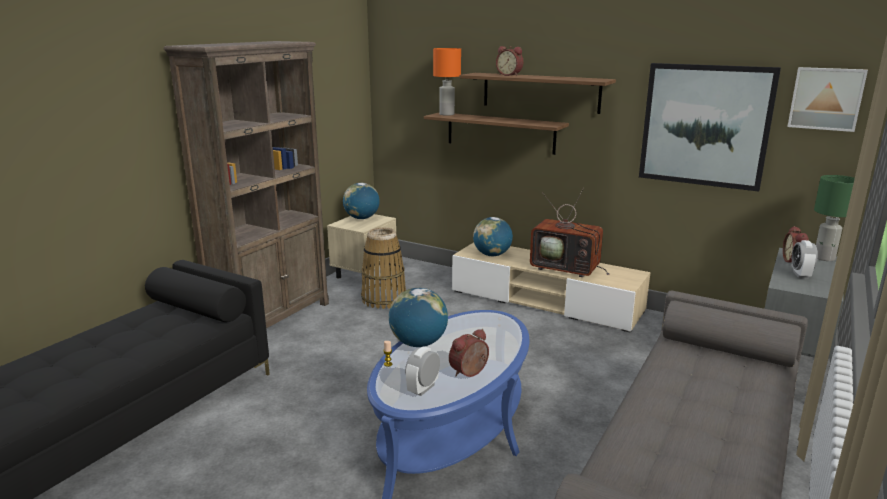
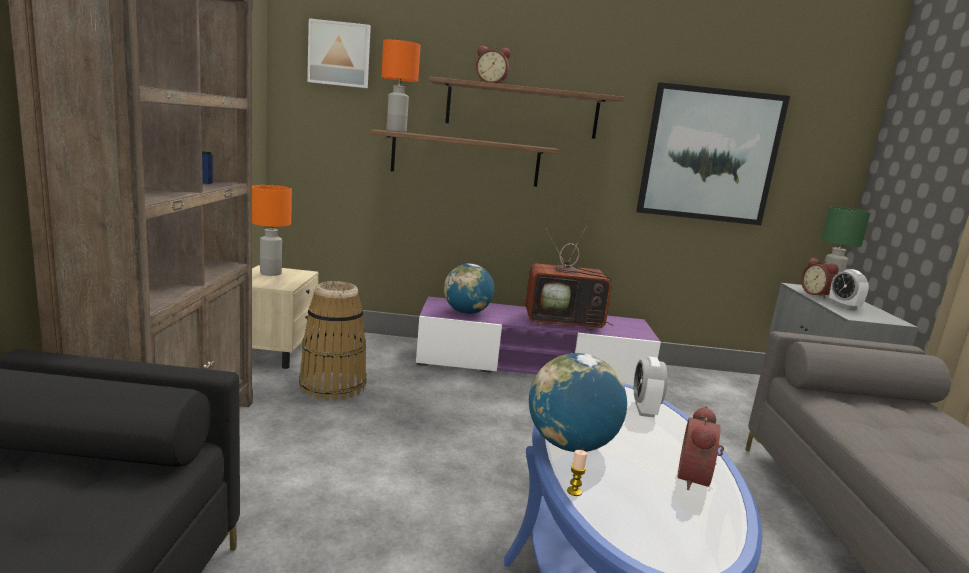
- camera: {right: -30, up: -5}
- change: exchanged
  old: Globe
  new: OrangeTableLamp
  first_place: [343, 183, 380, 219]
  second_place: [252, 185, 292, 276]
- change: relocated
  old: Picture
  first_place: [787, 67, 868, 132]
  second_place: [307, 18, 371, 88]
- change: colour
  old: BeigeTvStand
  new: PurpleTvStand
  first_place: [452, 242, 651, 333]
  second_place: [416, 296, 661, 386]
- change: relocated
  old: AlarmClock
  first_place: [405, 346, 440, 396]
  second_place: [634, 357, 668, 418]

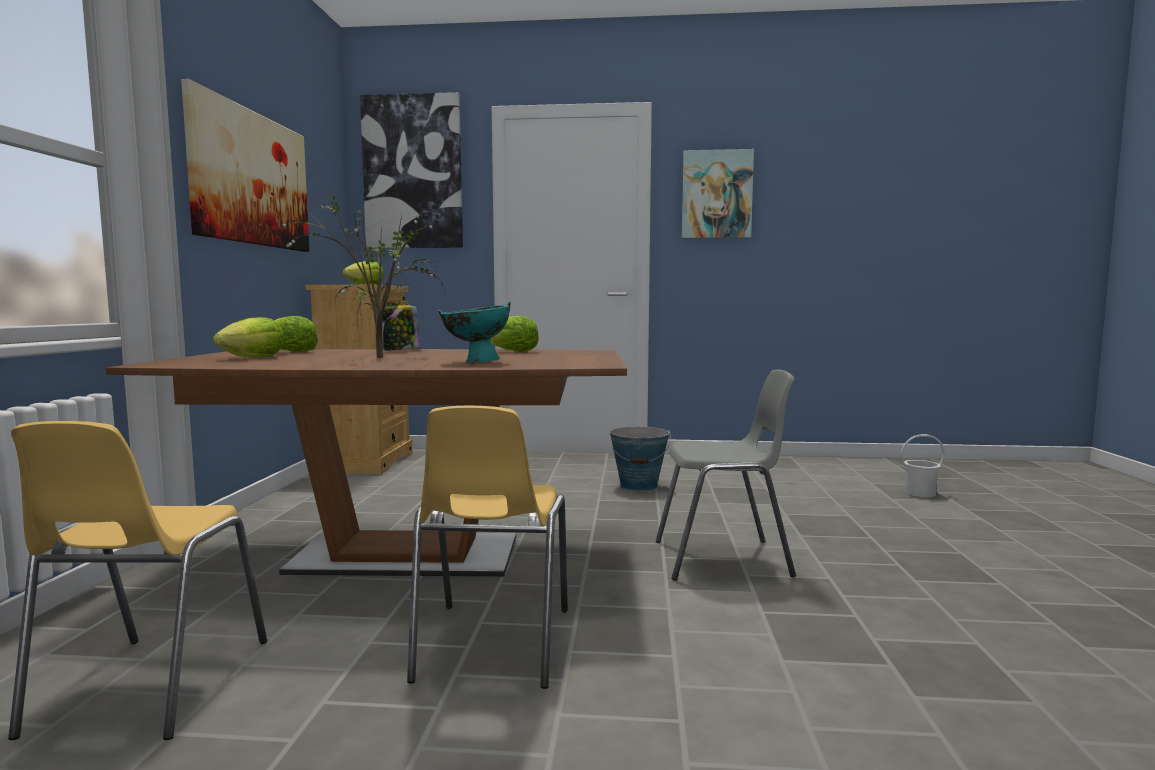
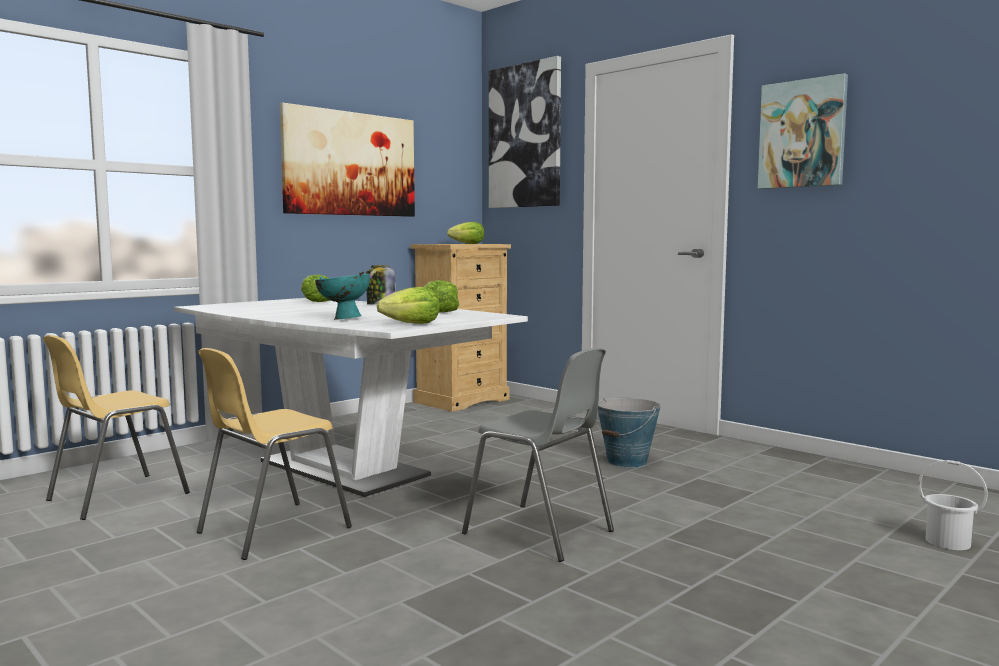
- camera: {right: 40, up: 0}
- change: colour
  old: BrownDiningTable
  new: WhiteDiningTable
  first_place: [106, 349, 627, 576]
  second_place: [174, 298, 528, 497]
- change: relocated
  old: Lettuce
  first_place: [213, 317, 284, 357]
  second_place: [377, 287, 440, 324]
- change: missing
  old: PottedPlant
  first_place: [279, 189, 446, 358]

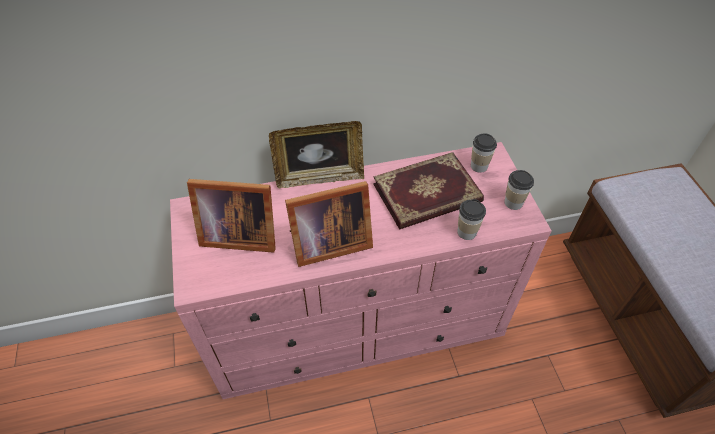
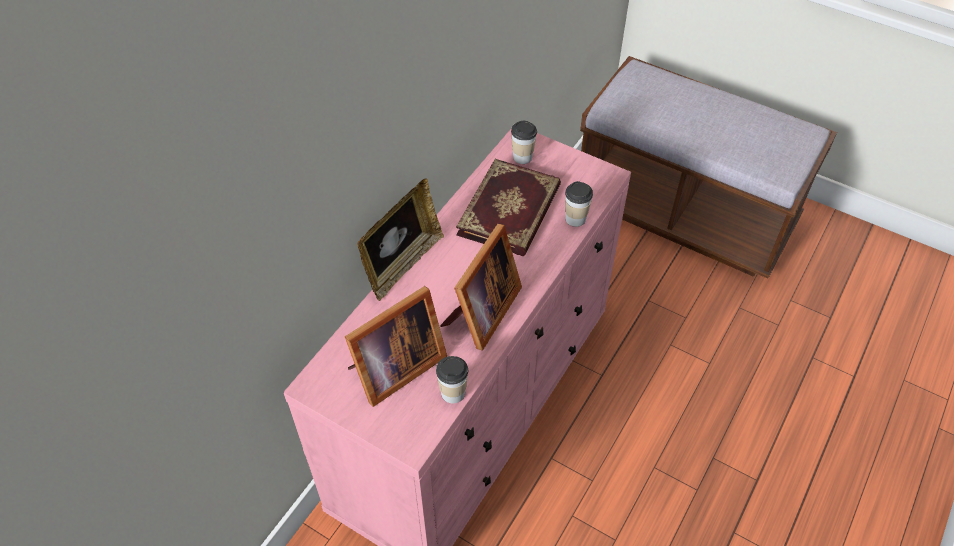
- camera: {right: -45, up: 0}
- change: relocated
  old: Cup
  first_place: [504, 170, 534, 210]
  second_place: [436, 356, 468, 403]

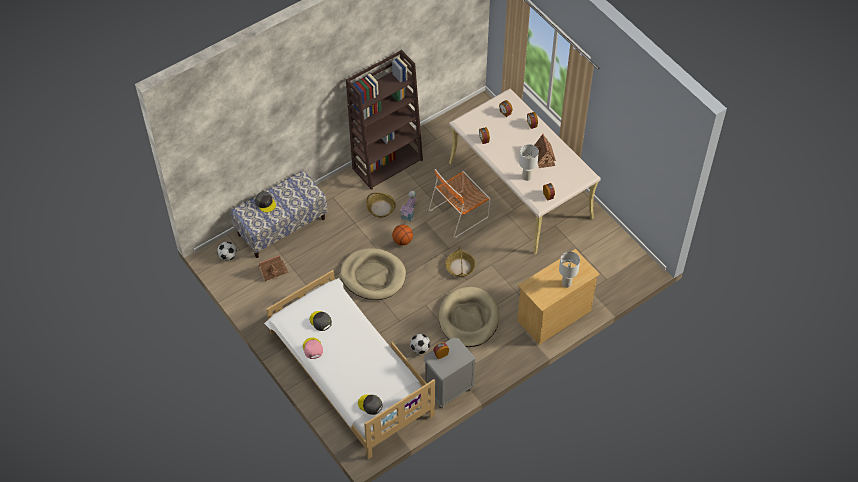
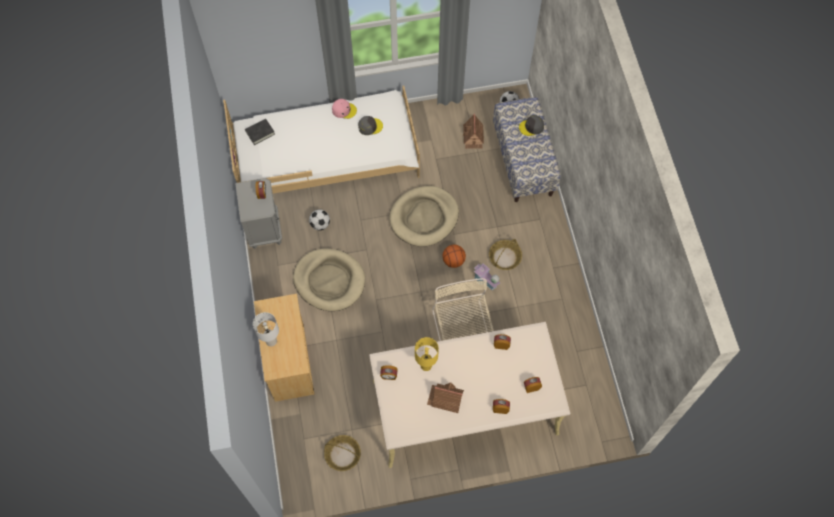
- camera: {right: 115, up: 10}
- change: exchanged
  old: GreyCap
  new: BlackBook
  first_place: [358, 395, 383, 415]
  second_place: [245, 119, 275, 145]
- change: relocated
  old: Basket
  first_place: [445, 246, 476, 277]
  second_place: [324, 435, 361, 471]
- change: colour
  old: WhiteTableLamp
  new: YellowTableLamp
  first_place: [519, 144, 539, 181]
  second_place: [415, 337, 439, 371]
- change: colour
  old: OrangeChair
  new: BeigeChair
  first_place: [428, 169, 491, 238]
  second_place: [432, 278, 494, 341]
- change: missing
  old: BrownBookcase
  first_place: [346, 50, 423, 190]

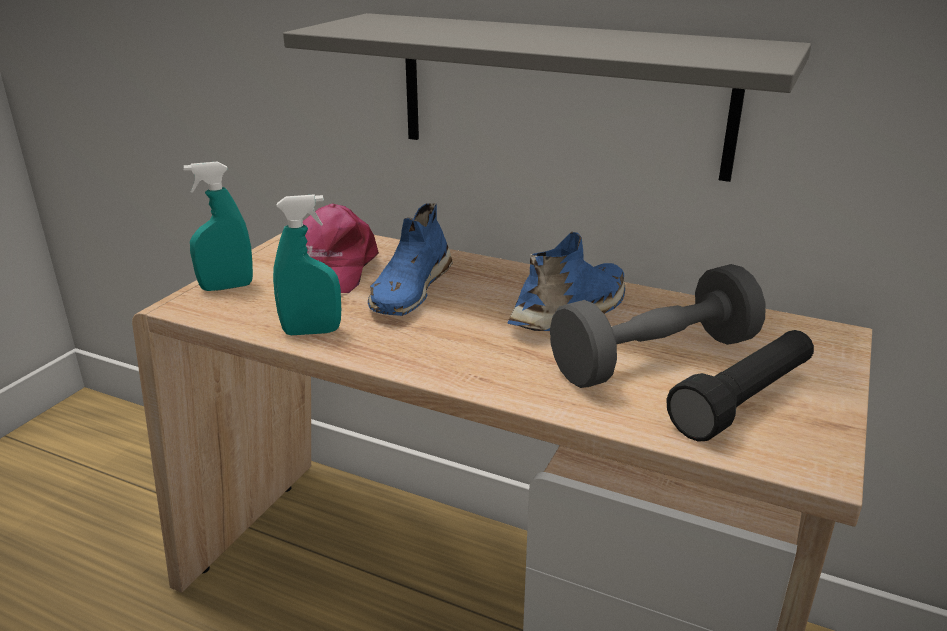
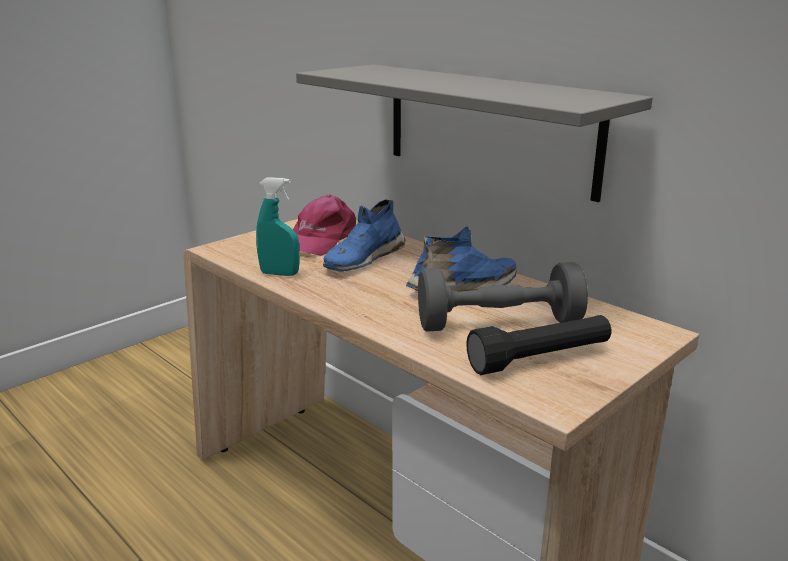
- camera: {right: 20, up: -5}
- change: missing
  old: TurquoiseSprayBottle
  first_place: [183, 162, 253, 291]

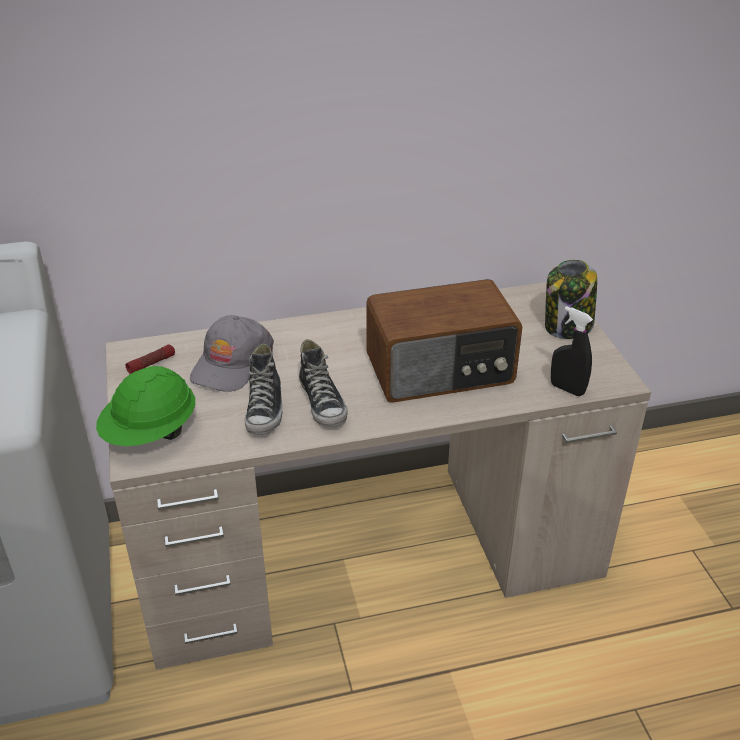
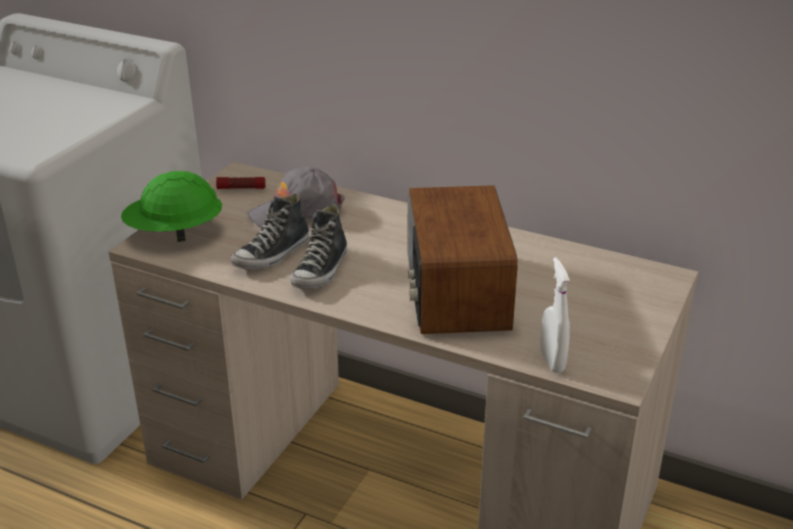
- camera: {right: 40, up: -5}
- change: spun
  old: Radio
  first_place: [366, 279, 522, 403]
  second_place: [407, 185, 518, 334]
  degrees: 60
- change: colour
  old: BlackSprayBottle
  new: WhiteSprayBottle
  first_place: [551, 306, 593, 396]
  second_place: [540, 257, 570, 373]
- change: missing
  old: Jar
  first_place: [545, 260, 597, 339]

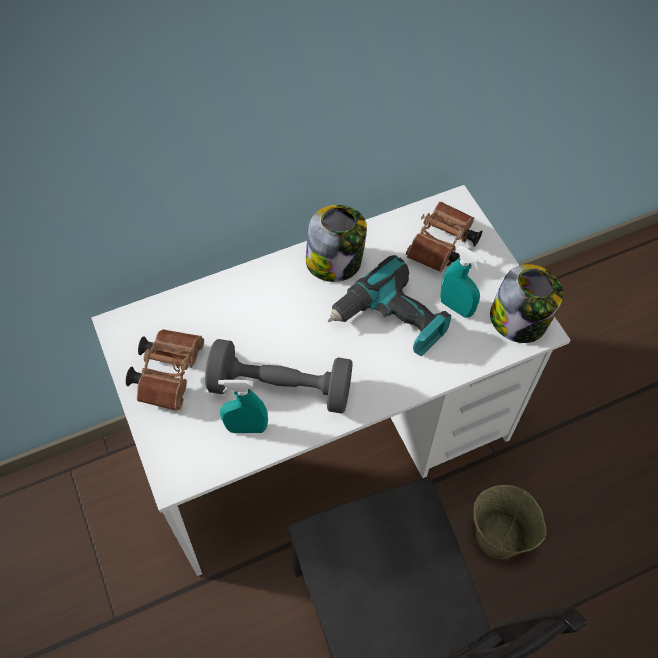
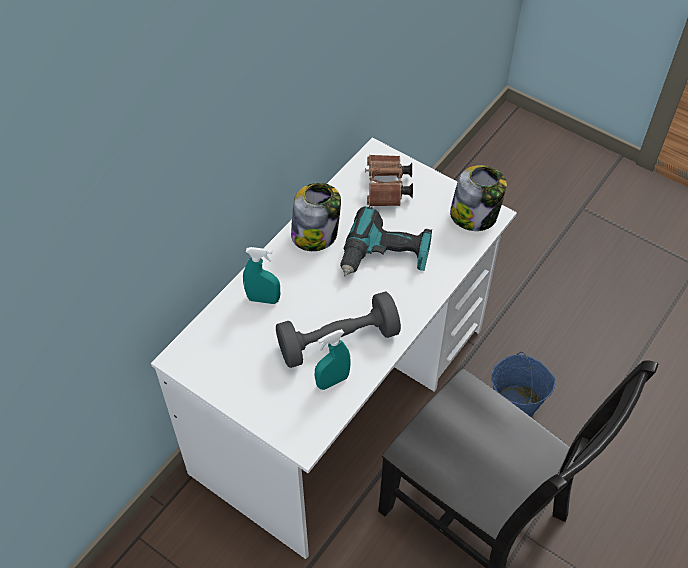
- camera: {right: -30, up: -5}
- change: relocated
  old: TurquoiseSprayBottle
  first_place: [440, 246, 485, 318]
  second_place: [243, 247, 280, 304]
- change: colour
  old: BeigeBucket
  new: BlueBucket
  first_place: [473, 485, 546, 559]
  second_place: [491, 352, 556, 417]
- change: missing
  old: BrownBinoculars
  first_place: [126, 329, 204, 411]

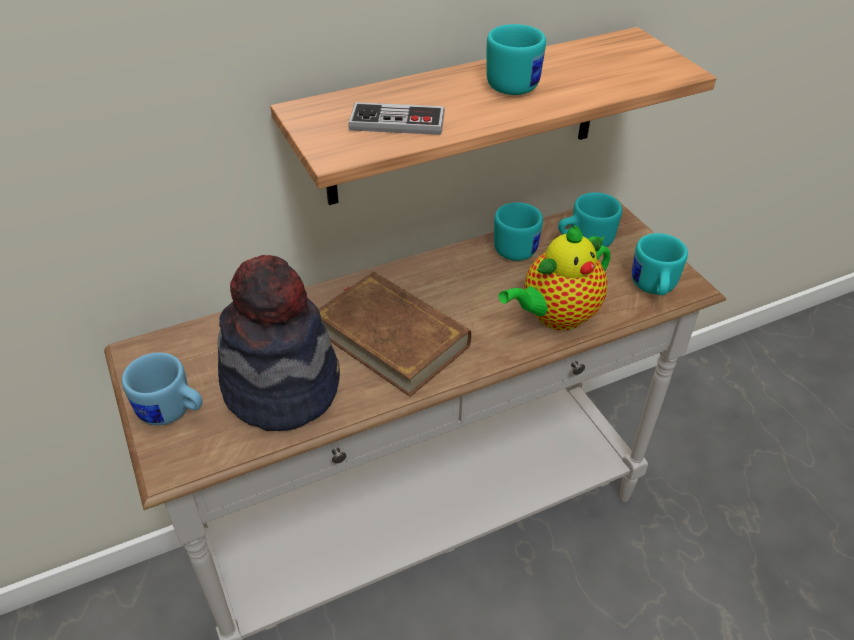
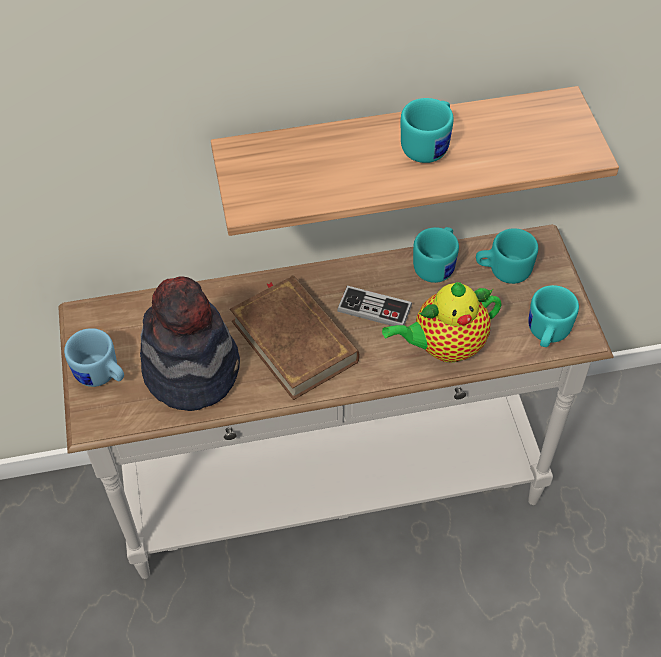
- camera: {right: 15, up: 10}
- change: relocated
  old: GameController
  first_place: [348, 102, 445, 135]
  second_place: [337, 286, 412, 326]

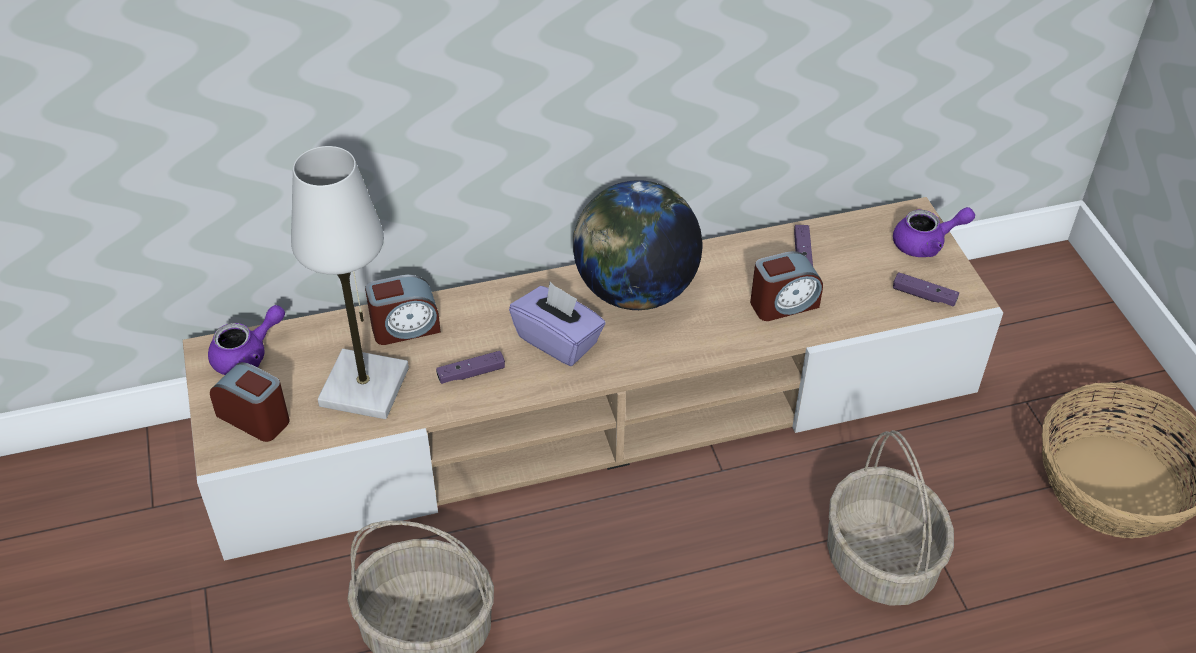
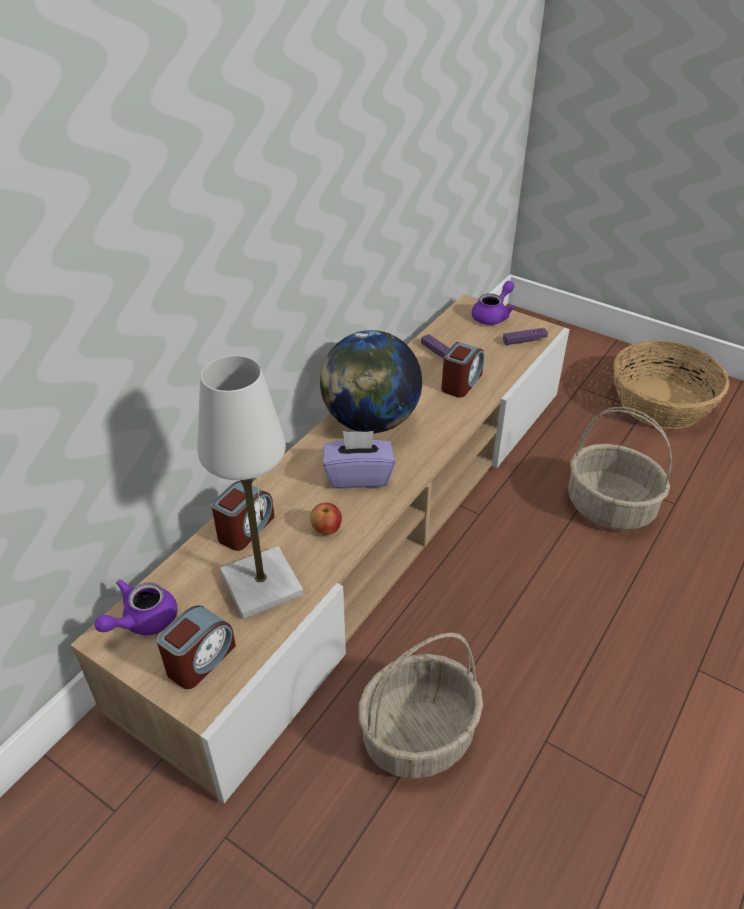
- camera: {right: -40, up: -5}
- change: spun
  old: PurpleTeapot
  first_place: [208, 305, 285, 375]
  second_place: [95, 580, 177, 635]
  degrees: -150
- change: spun
  old: AlarmClock
  first_place: [210, 362, 290, 442]
  second_place: [157, 605, 236, 689]
  degrees: 135
- change: exchanged
  old: PurpleGameController
  new: Apple
  first_place: [436, 351, 505, 384]
  second_place: [310, 502, 342, 535]

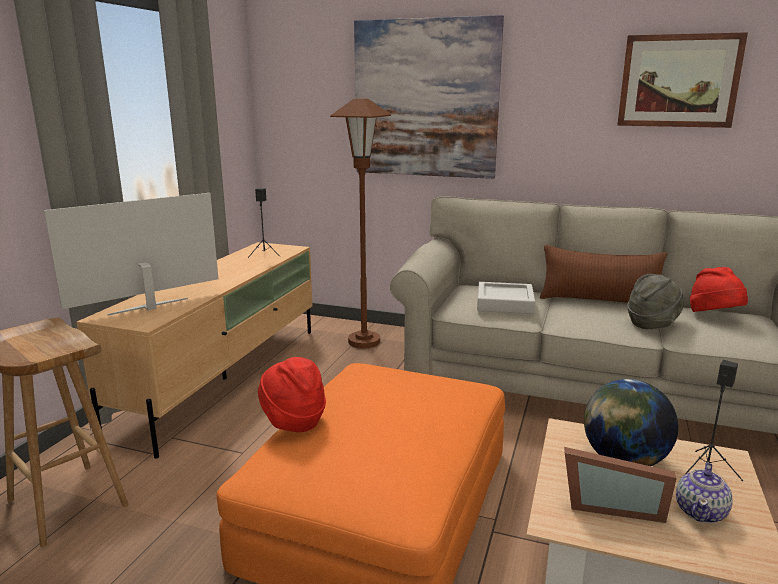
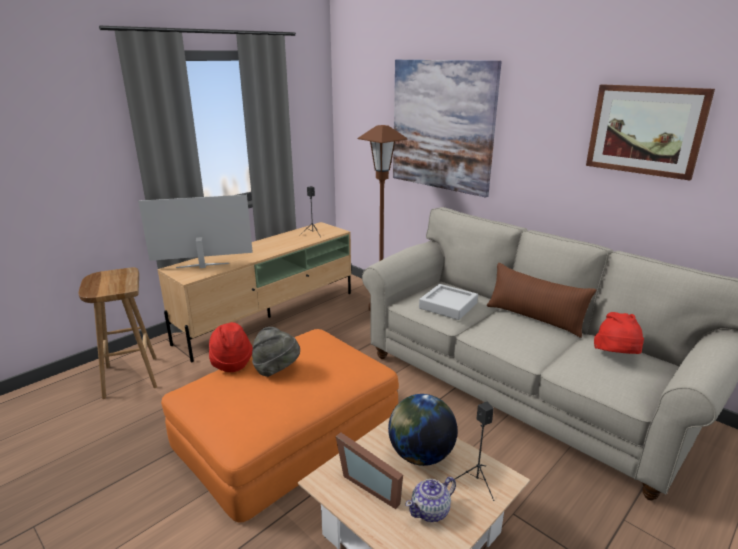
- camera: {right: 25, up: 5}
- change: relocated
  old: GreyHat
  first_place: [627, 274, 684, 329]
  second_place: [252, 327, 300, 377]

